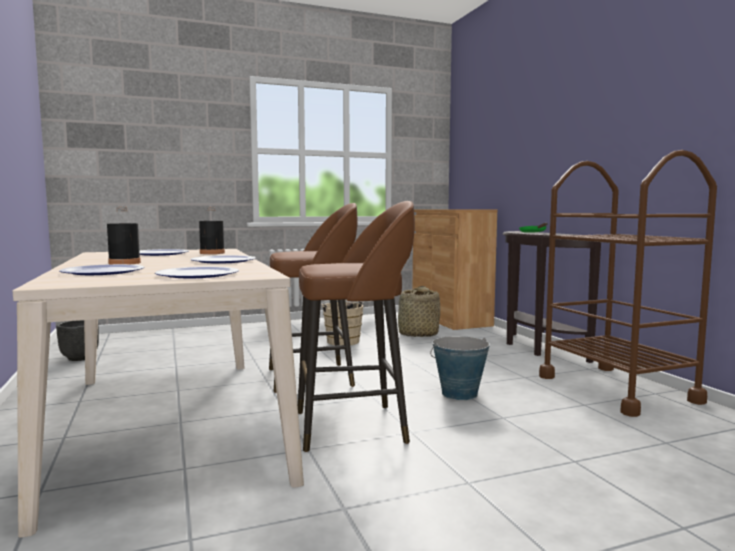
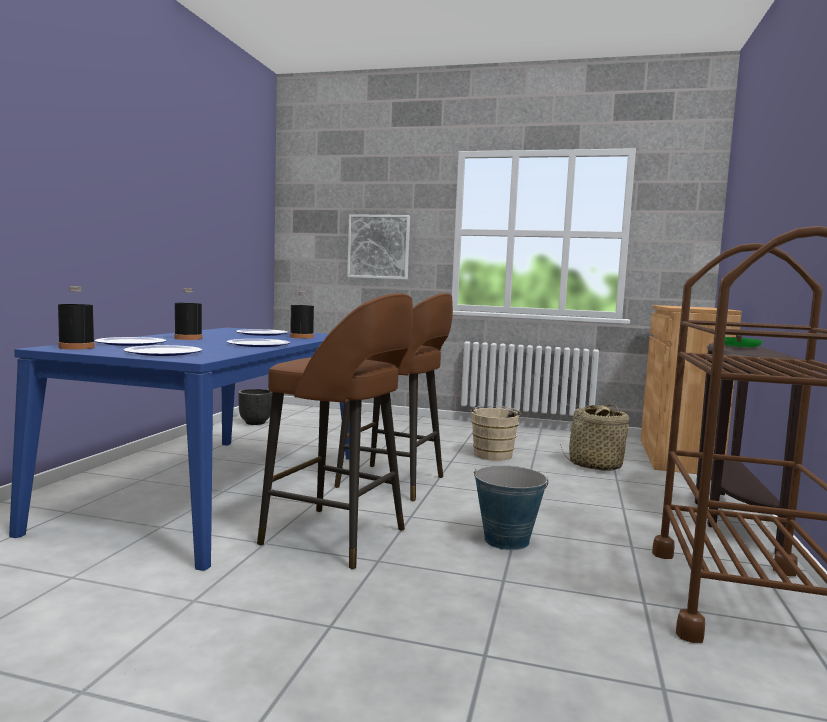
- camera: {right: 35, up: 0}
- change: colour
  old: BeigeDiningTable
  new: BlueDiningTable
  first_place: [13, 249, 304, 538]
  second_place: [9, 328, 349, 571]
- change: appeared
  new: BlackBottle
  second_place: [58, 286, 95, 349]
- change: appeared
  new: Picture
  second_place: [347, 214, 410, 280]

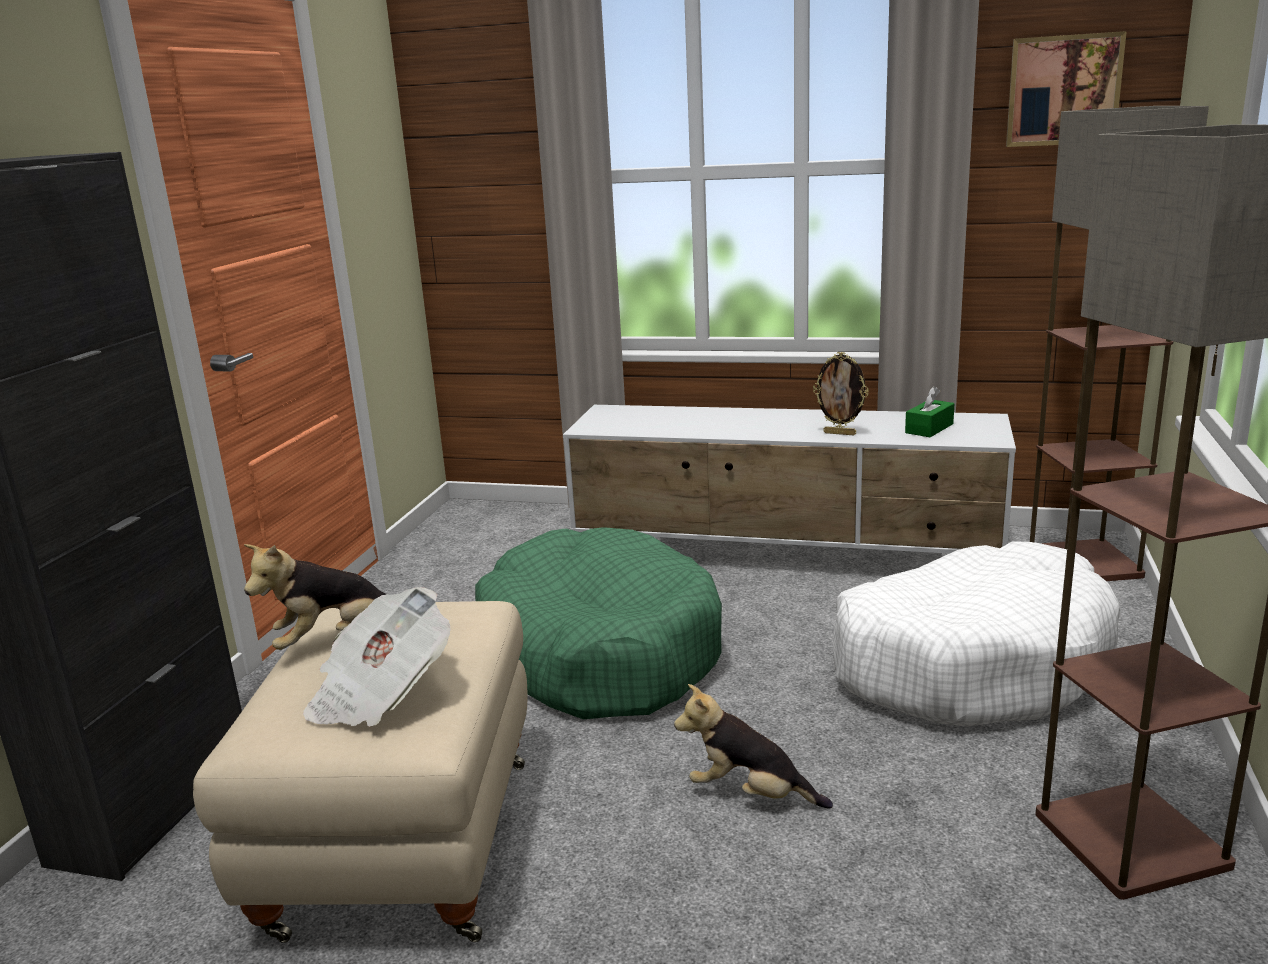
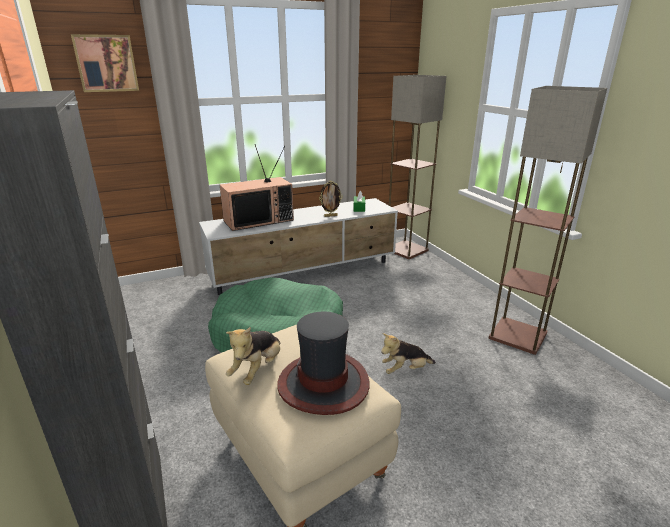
- camera: {right: -40, up: 5}
- change: relocated
  old: Picture
  first_place: [1006, 31, 1127, 147]
  second_place: [71, 34, 139, 92]
- change: appeared
  new: Television
  second_place: [220, 144, 294, 231]
- change: exchanged
  old: Newspaper
  new: Hat
  first_place: [303, 587, 451, 727]
  second_place: [277, 312, 370, 415]
- change: missing
  old: WhiteDogBed
  first_place: [832, 542, 1120, 726]

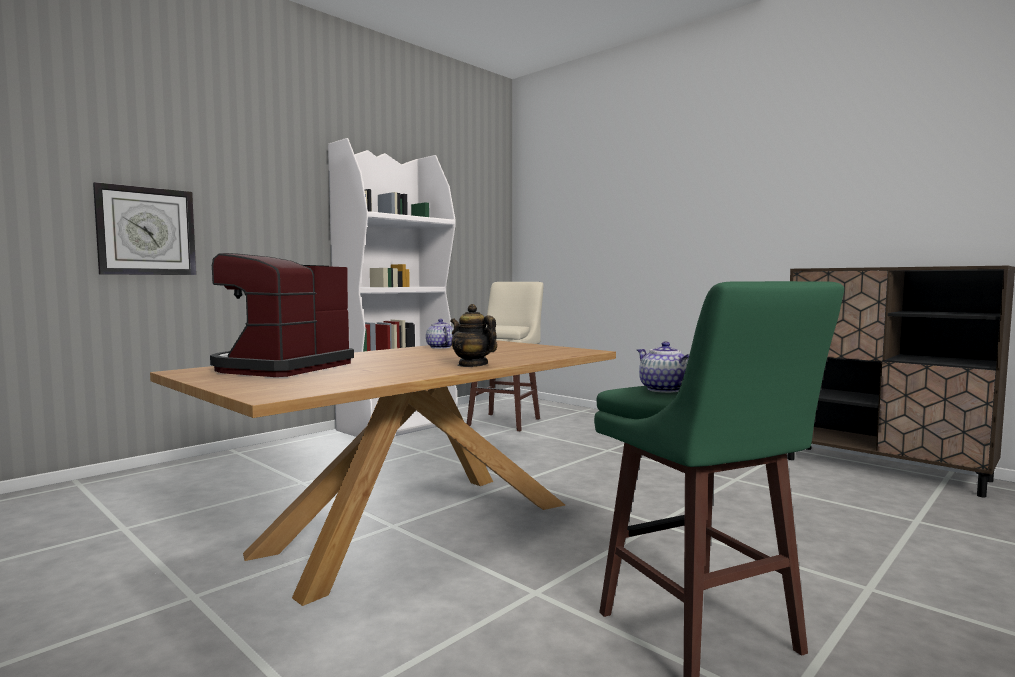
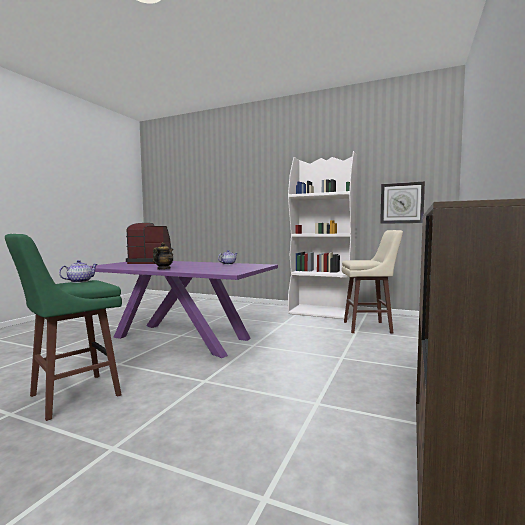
- camera: {right: 70, up: 0}
- change: colour
  old: BrownDiningTable
  new: PurpleDiningTable
  first_place: [150, 340, 616, 606]
  second_place: [89, 261, 278, 358]
- change: relocated
  old: WallClock
  first_place: [93, 182, 196, 275]
  second_place: [380, 181, 425, 224]

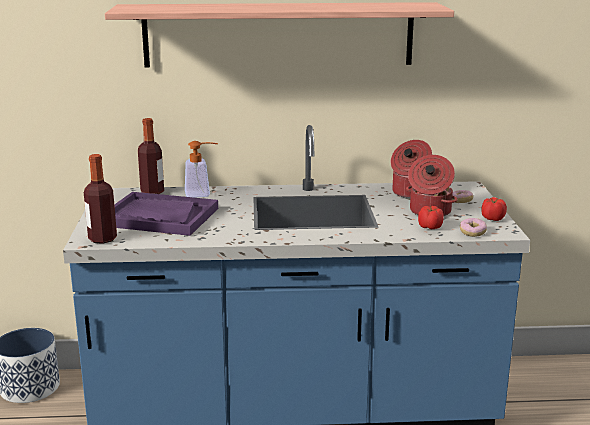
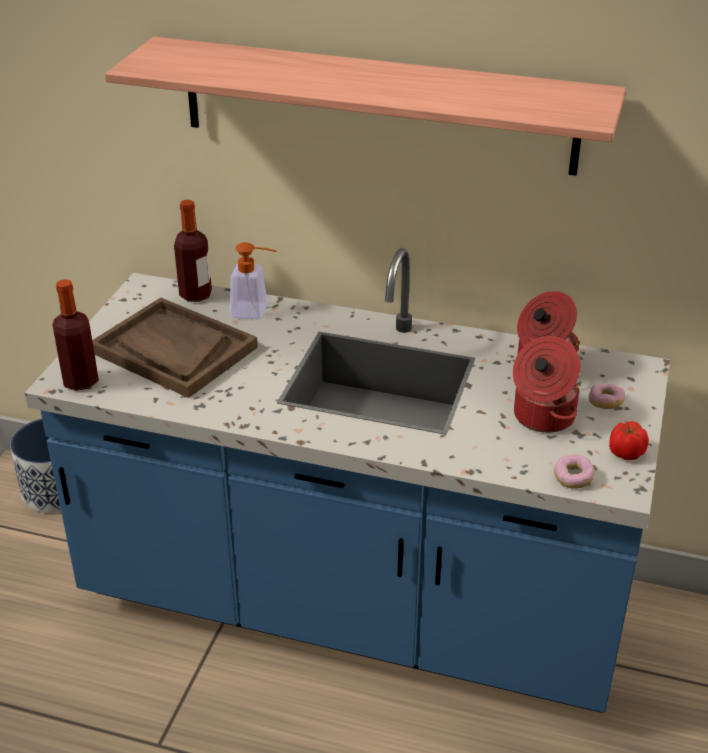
- camera: {right: 20, up: 15}
- change: colour
  old: PurpleTray
  new: BrownTray
  first_place: [114, 192, 218, 236]
  second_place: [92, 297, 258, 398]
- change: missing
  old: Tomato
  first_place: [418, 206, 444, 230]

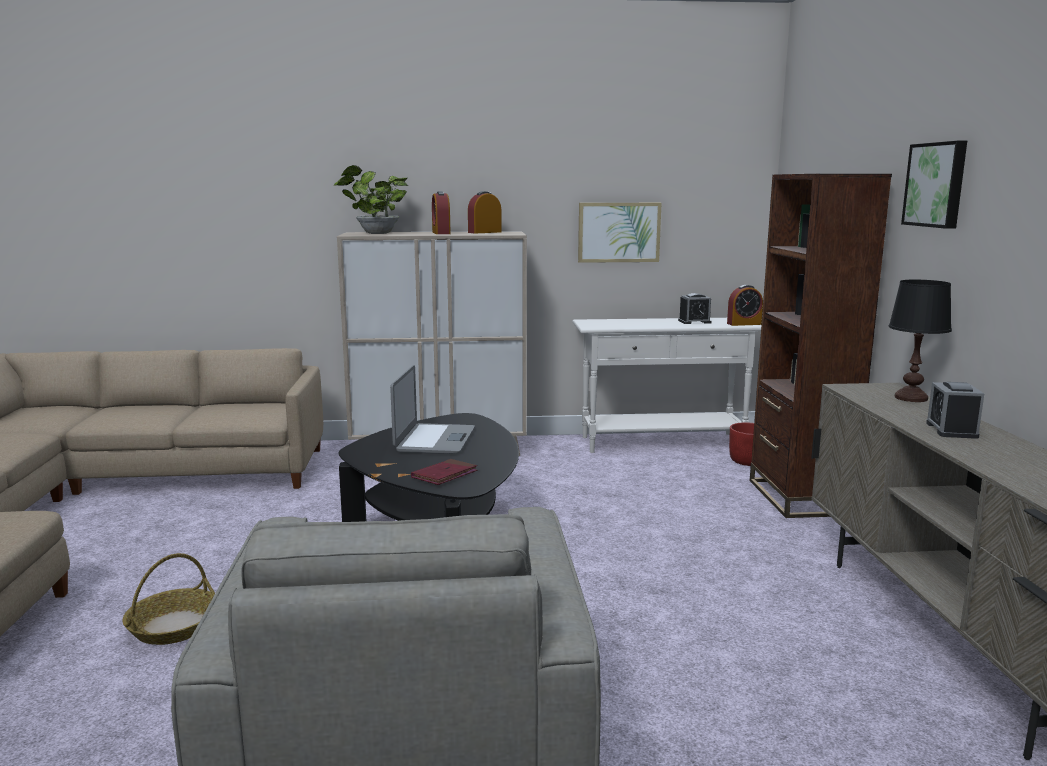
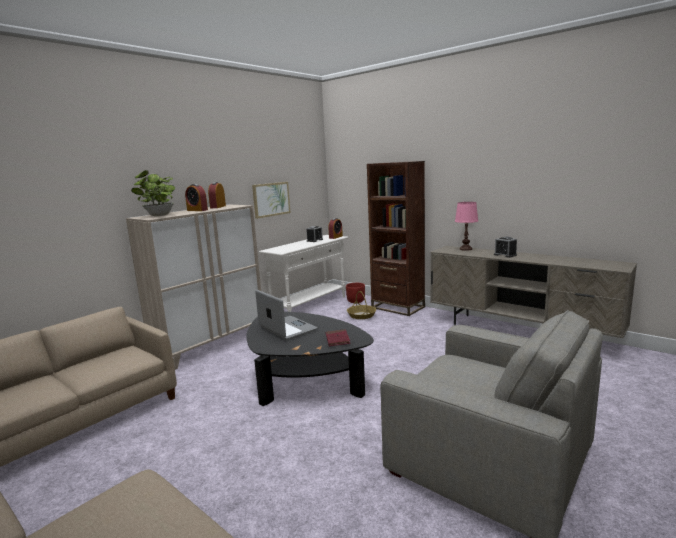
- camera: {right: -45, up: 0}
- change: relocated
  old: Basket
  first_place: [122, 553, 215, 645]
  second_place: [347, 291, 376, 319]
- change: colour
  old: BlackTableLamp
  new: PinkTableLamp
  first_place: [888, 280, 952, 402]
  second_place: [455, 202, 478, 251]
- change: missing
  old: Picture
  first_place: [901, 141, 967, 229]

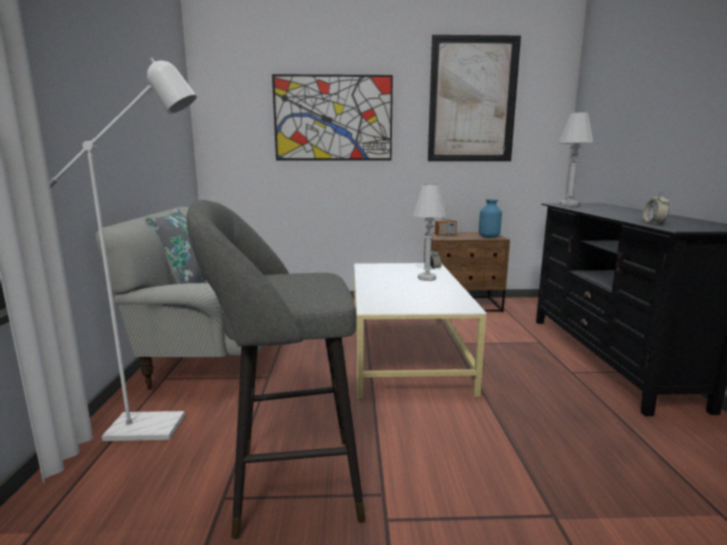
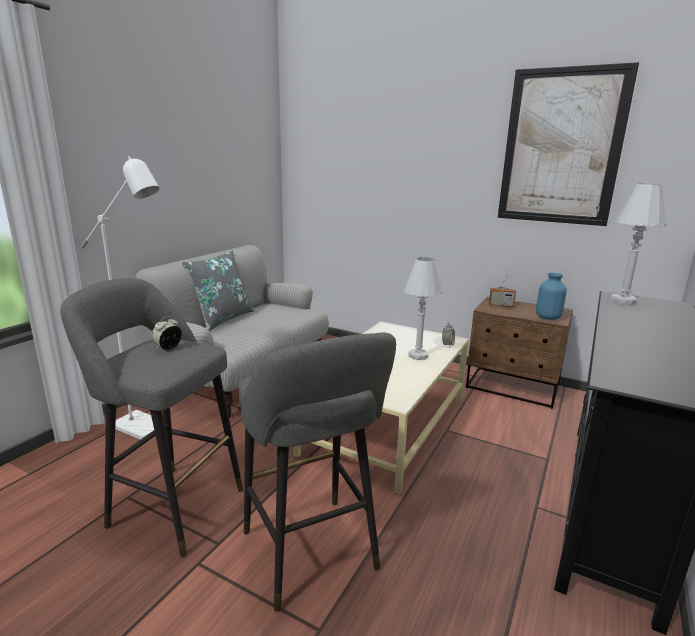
- camera: {right: 30, up: 5}
- change: relocated
  old: AlarmClock
  first_place: [643, 192, 670, 224]
  second_place: [151, 316, 182, 350]
- change: appeared
  new: GreyStool
  second_place: [239, 332, 396, 612]
- change: missing
  old: Picture
  first_place: [272, 74, 393, 160]

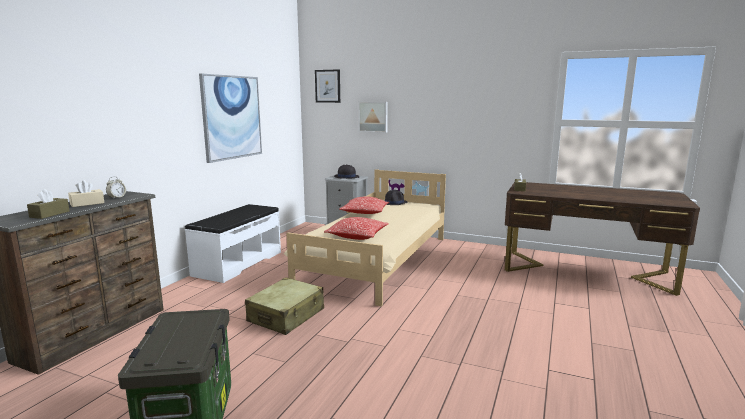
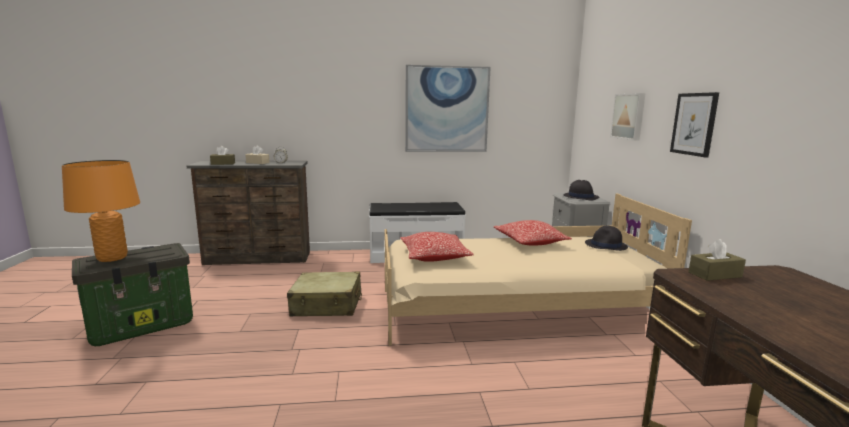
- camera: {right: 60, up: 0}
- change: appeared
  new: OrangeTableLamp
  second_place: [62, 160, 140, 262]
- change: relocated
  old: Picture
  first_place: [315, 69, 340, 103]
  second_place: [670, 92, 719, 157]

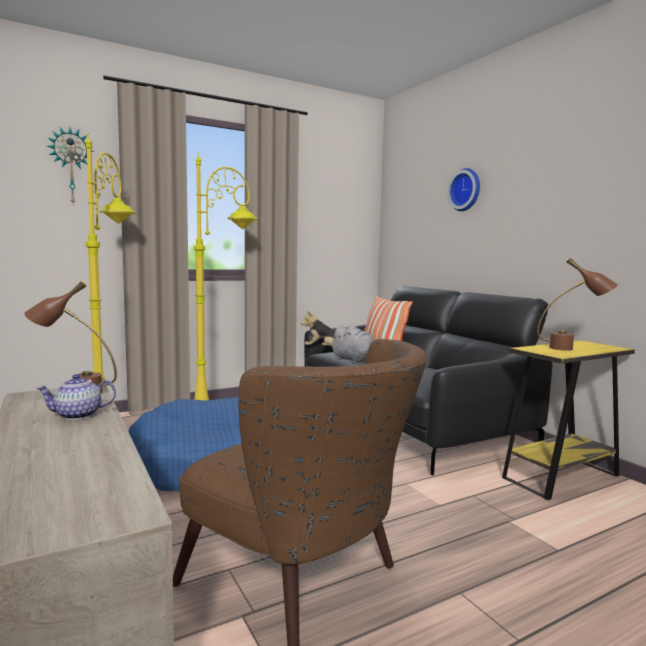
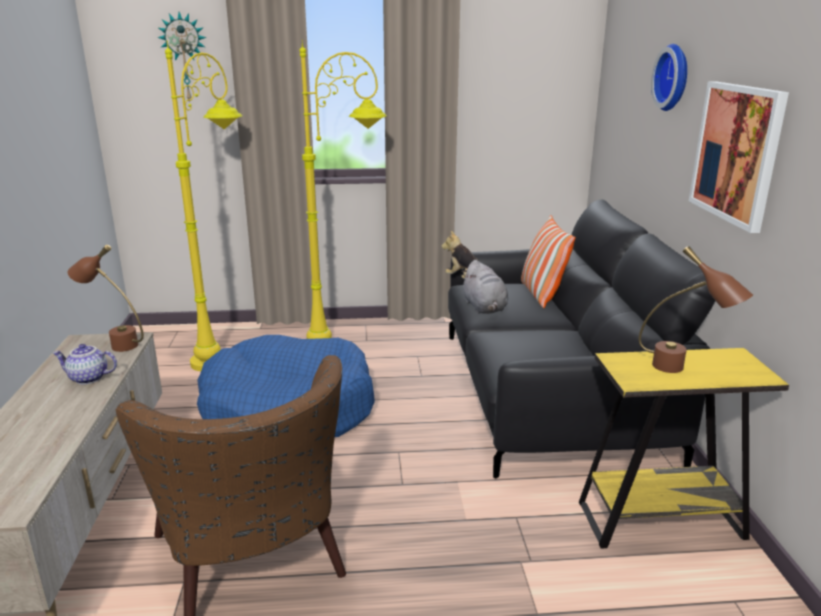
- camera: {right: 25, up: 15}
- change: appeared
  new: Picture
  second_place: [689, 81, 789, 233]

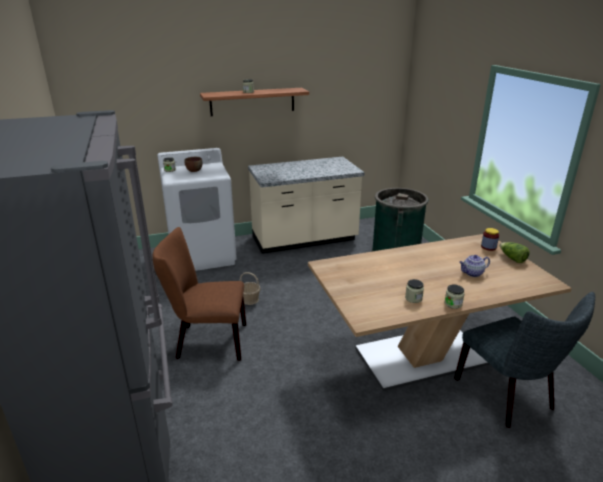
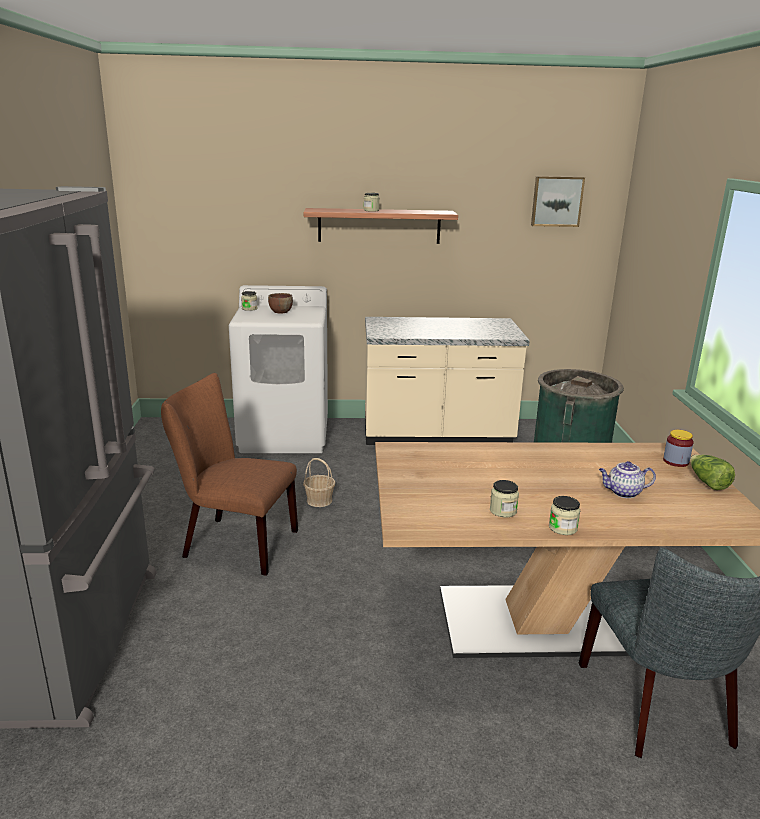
- camera: {right: 15, up: -5}
- change: appeared
  new: Picture
  second_place: [531, 176, 585, 227]

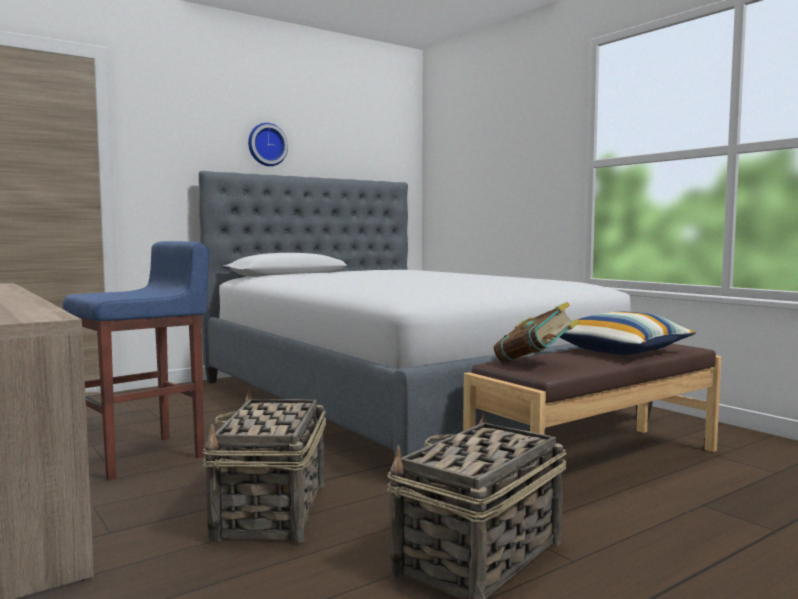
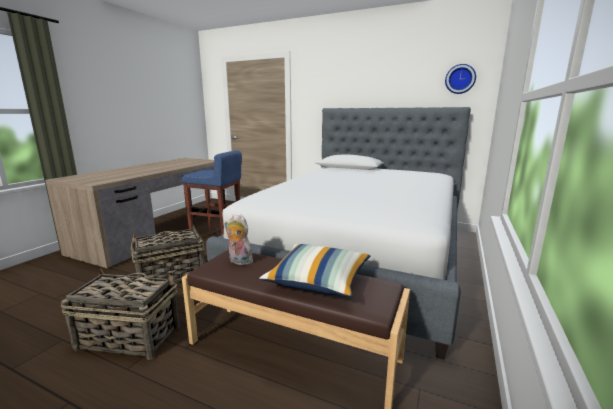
- camera: {right: 60, up: 10}
- change: exchanged
  old: Book
  new: PlushToy
  first_place: [493, 302, 580, 363]
  second_place: [224, 214, 253, 266]
- change: relocated
  old: WallClock
  first_place: [248, 123, 288, 166]
  second_place: [445, 64, 476, 94]

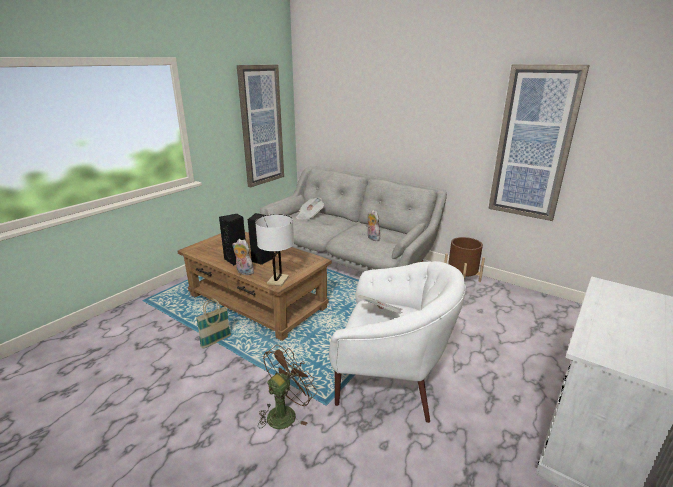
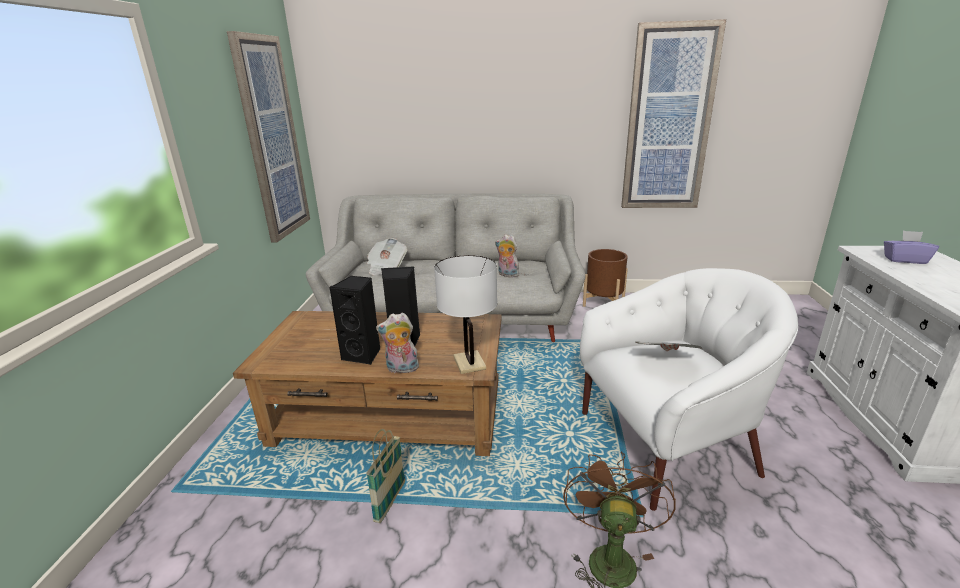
- camera: {right: -30, up: 0}
- change: appeared
  new: PurpleTissueBox
  second_place: [884, 231, 939, 264]

